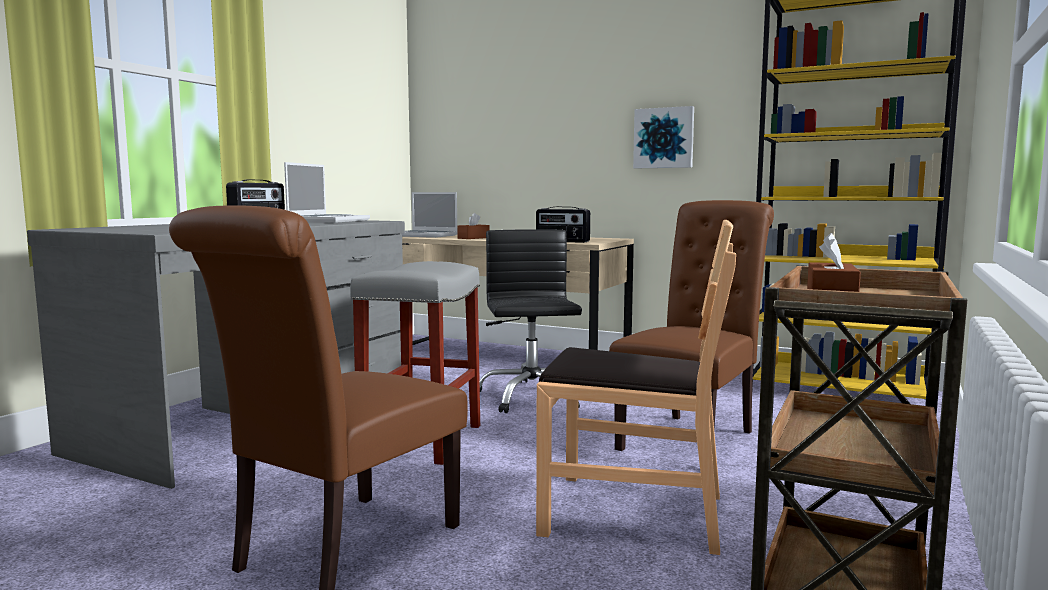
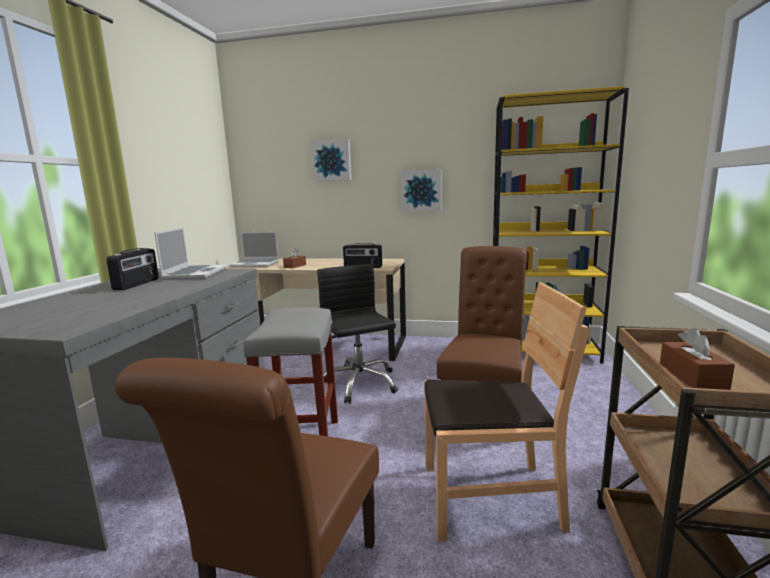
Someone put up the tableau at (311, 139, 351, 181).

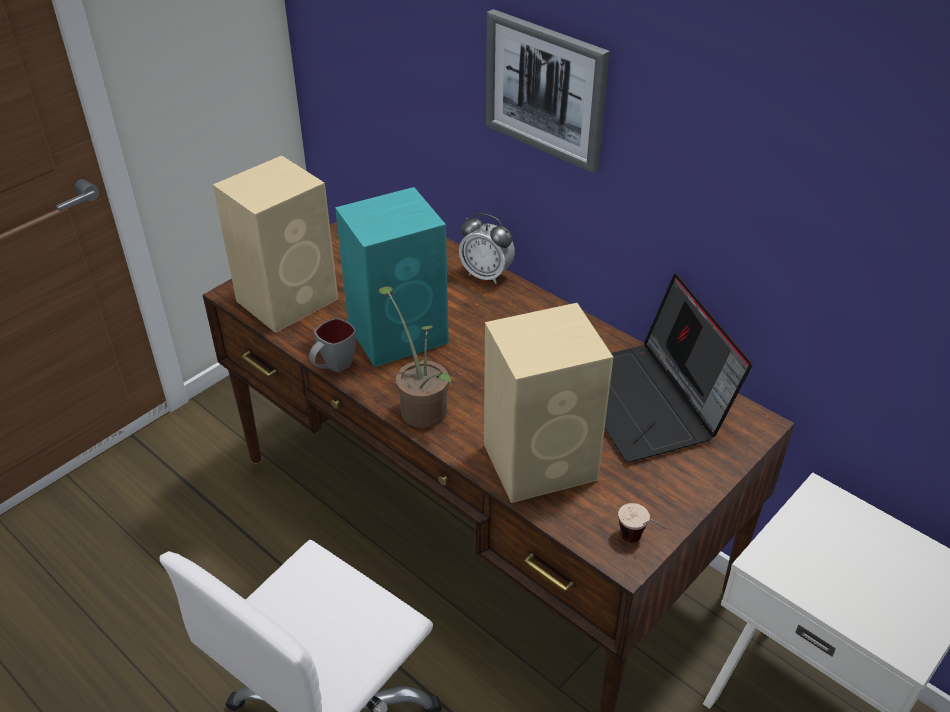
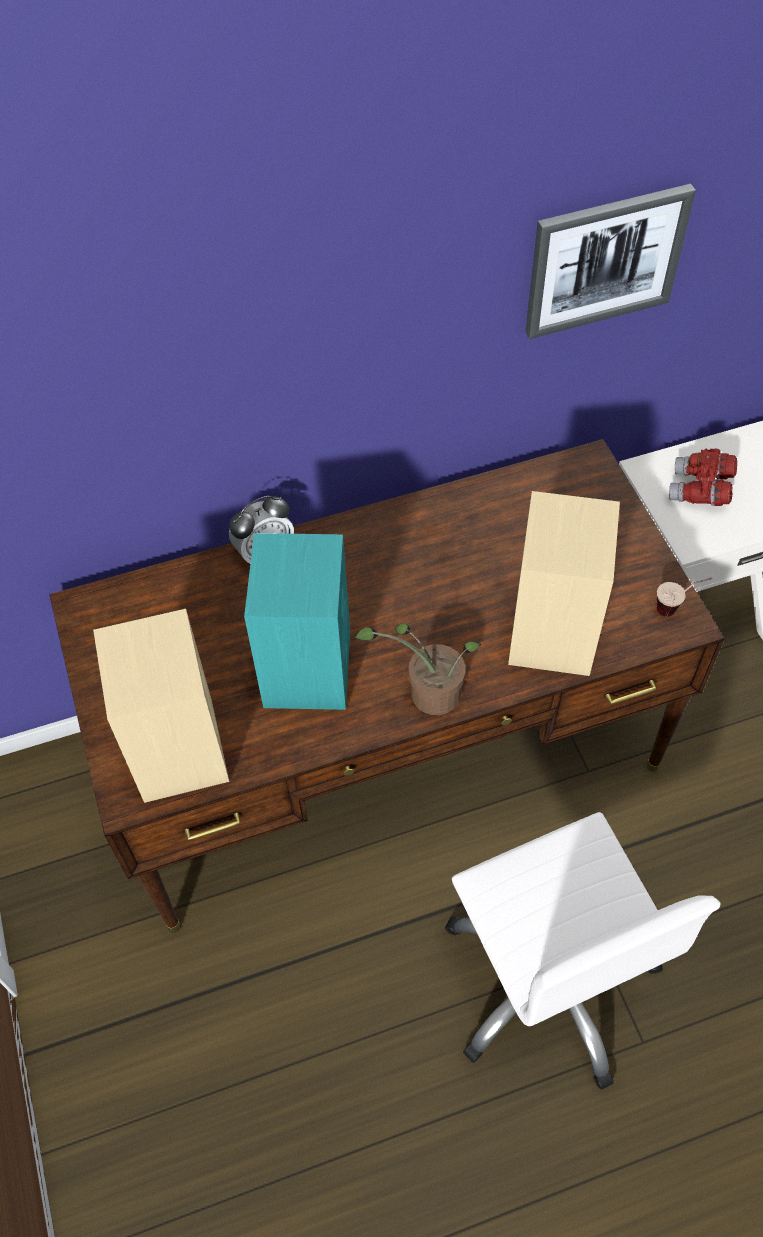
Someone took away the mug (gris) at (309, 318, 356, 372).
Someone carried the tableau from (486, 9, 610, 173) to (525, 184, 696, 339).
Someone took away the ordinateur portable at (605, 274, 752, 462).
Someone put down the jumelles (rouge) at (669, 448, 737, 506).

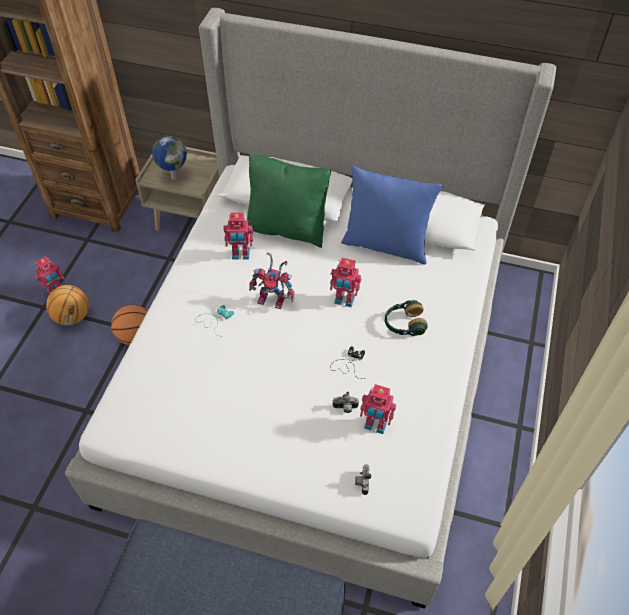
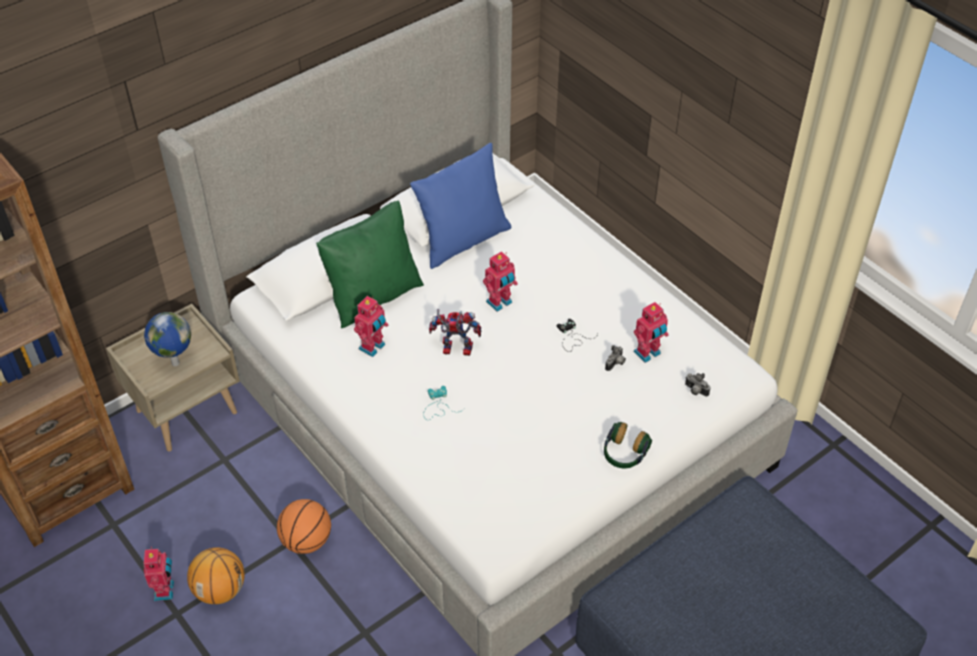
Someone rotated the robot jouet at (249, 252, 295, 309) by 135 degrees counterclockwise.
Someone carried the casque audio from (385, 300, 428, 336) to (604, 422, 652, 469).

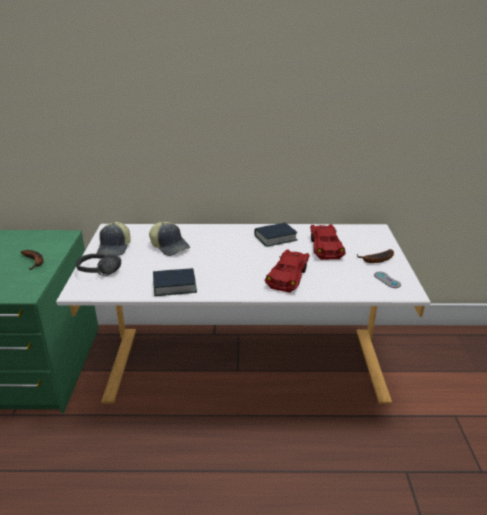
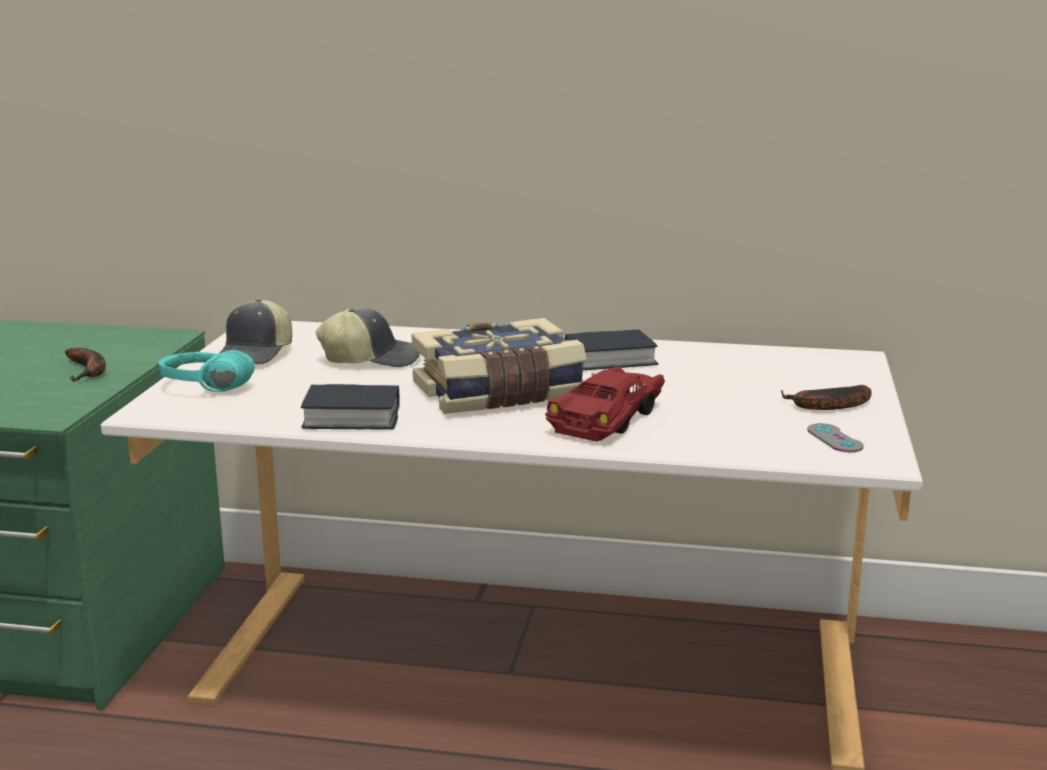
Someone repainted the casque audio (noir) at (76, 254, 121, 276), which became the casque audio (turquoise) at (159, 350, 255, 392).
Someone rotated the casquette at (149, 222, 190, 256) by 60 degrees counterclockwise.
Someone took away the petite voiture (rouge) at (310, 224, 346, 260).
Someone put down the livre at (412, 318, 586, 414).

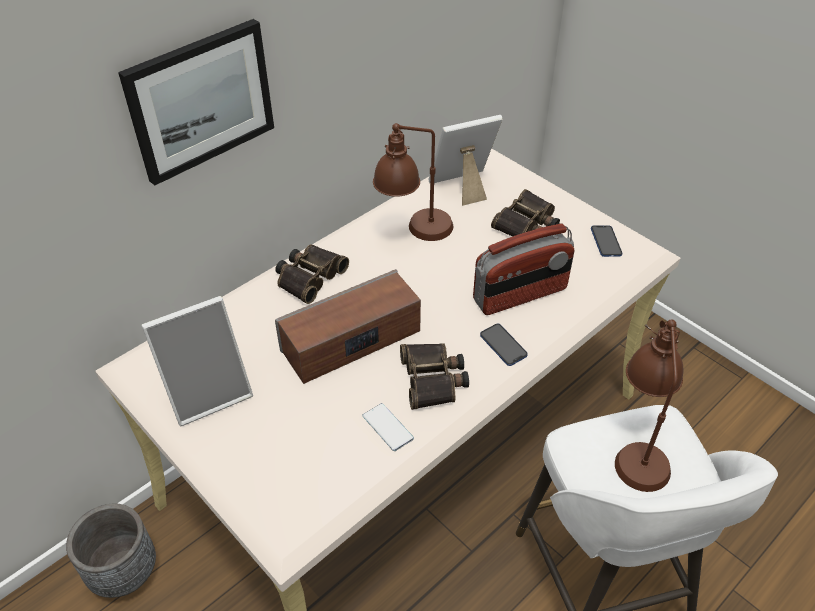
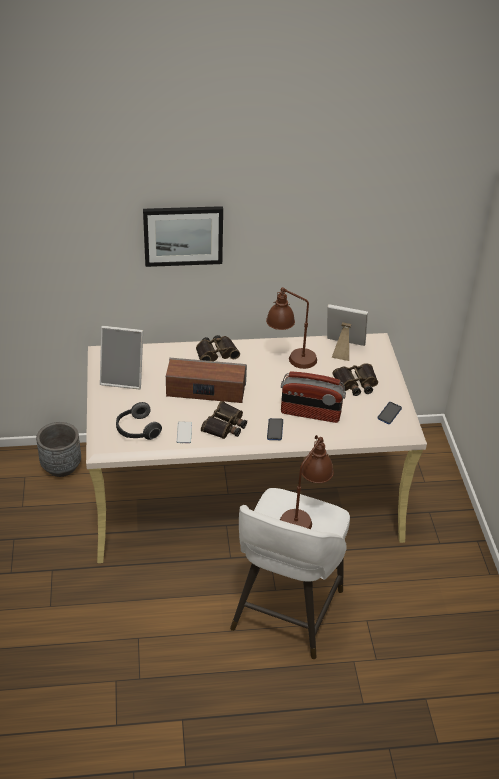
Someone put down the casque audio at (116, 402, 162, 440).

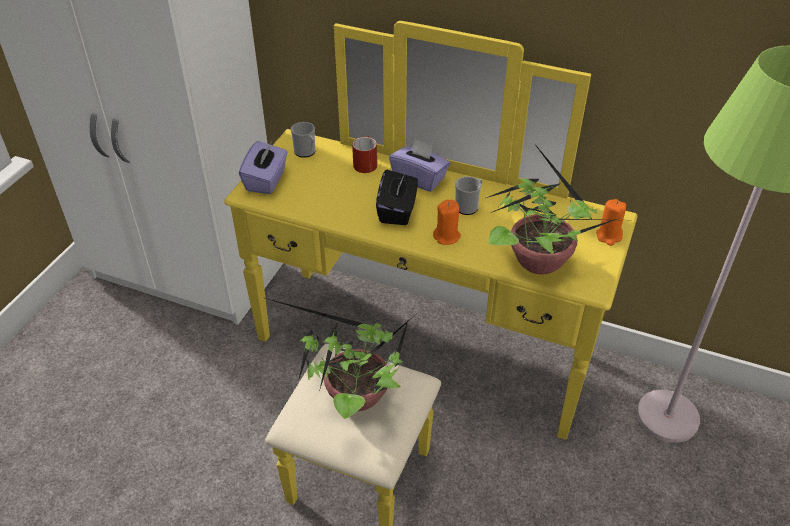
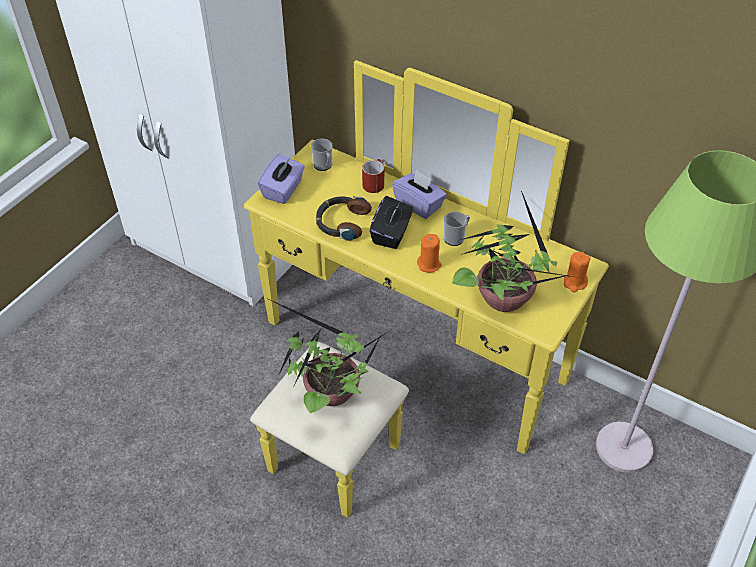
Someone put down the casque audio at (316, 196, 372, 241).

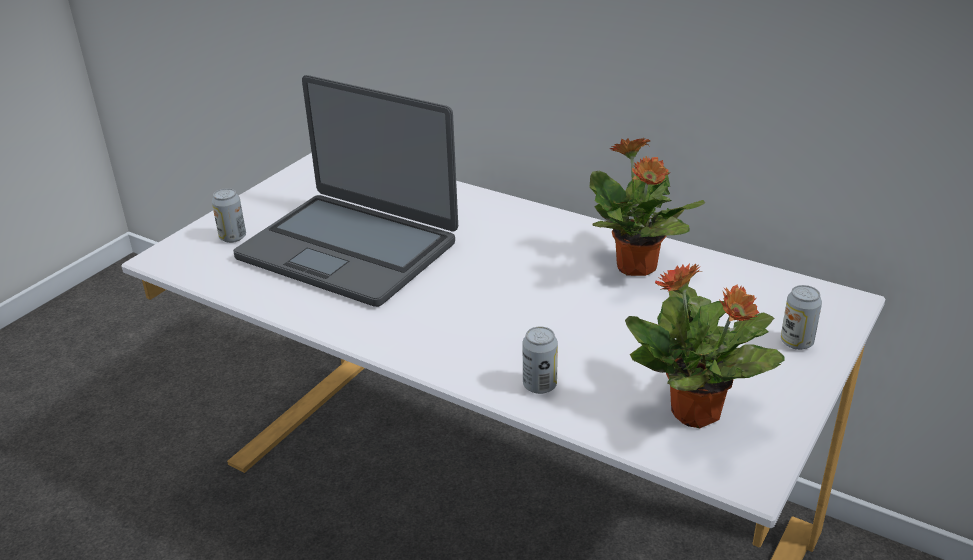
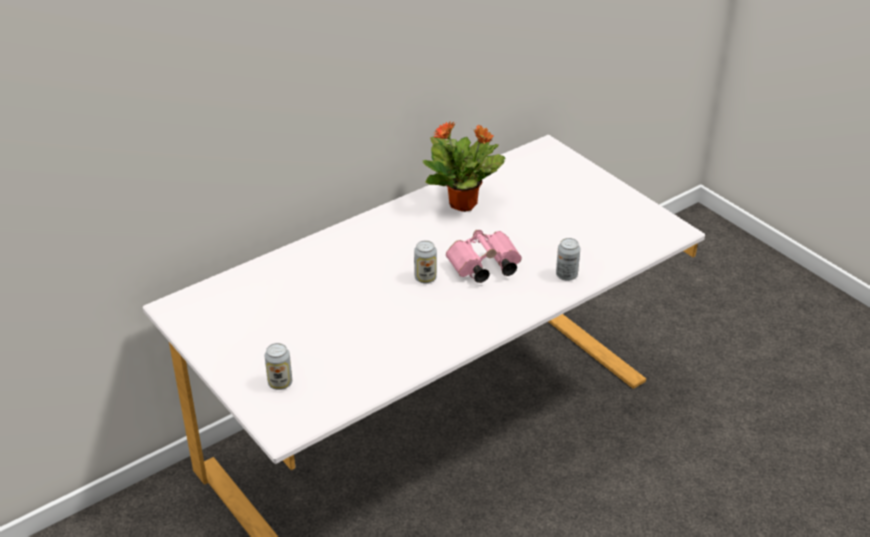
Someone took away the ordinateur portable at (233, 75, 458, 307).
Someone took away the plante en pot at (625, 264, 784, 428).
Someone carried the boîte métallique from (781, 285, 822, 350) to (414, 240, 437, 284).
Someone put down the jumelles (rose) at (446, 230, 522, 283).

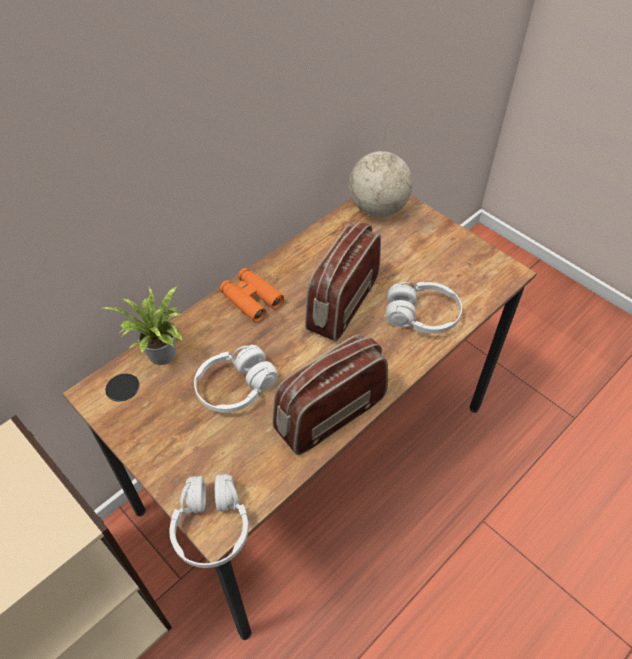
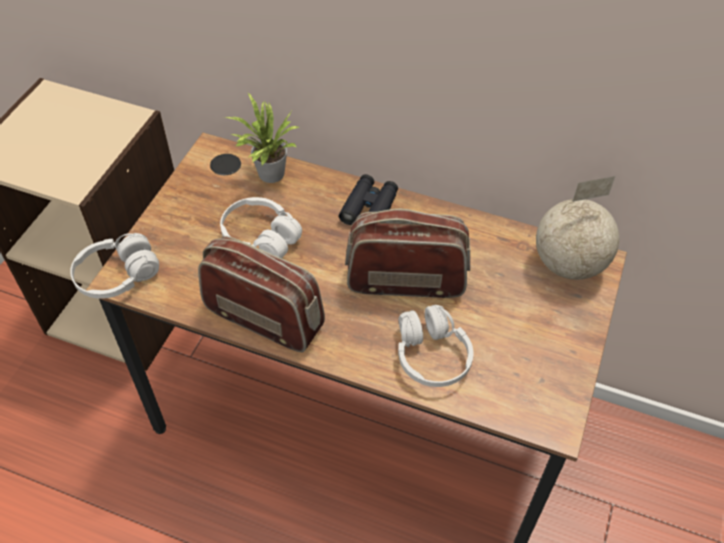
Someone repainted the jumelles (orange) at (219, 268, 284, 322), which became the jumelles (noir) at (339, 174, 398, 225).

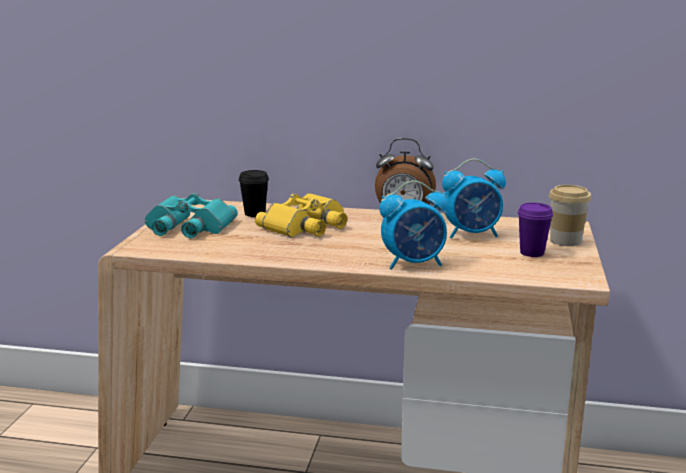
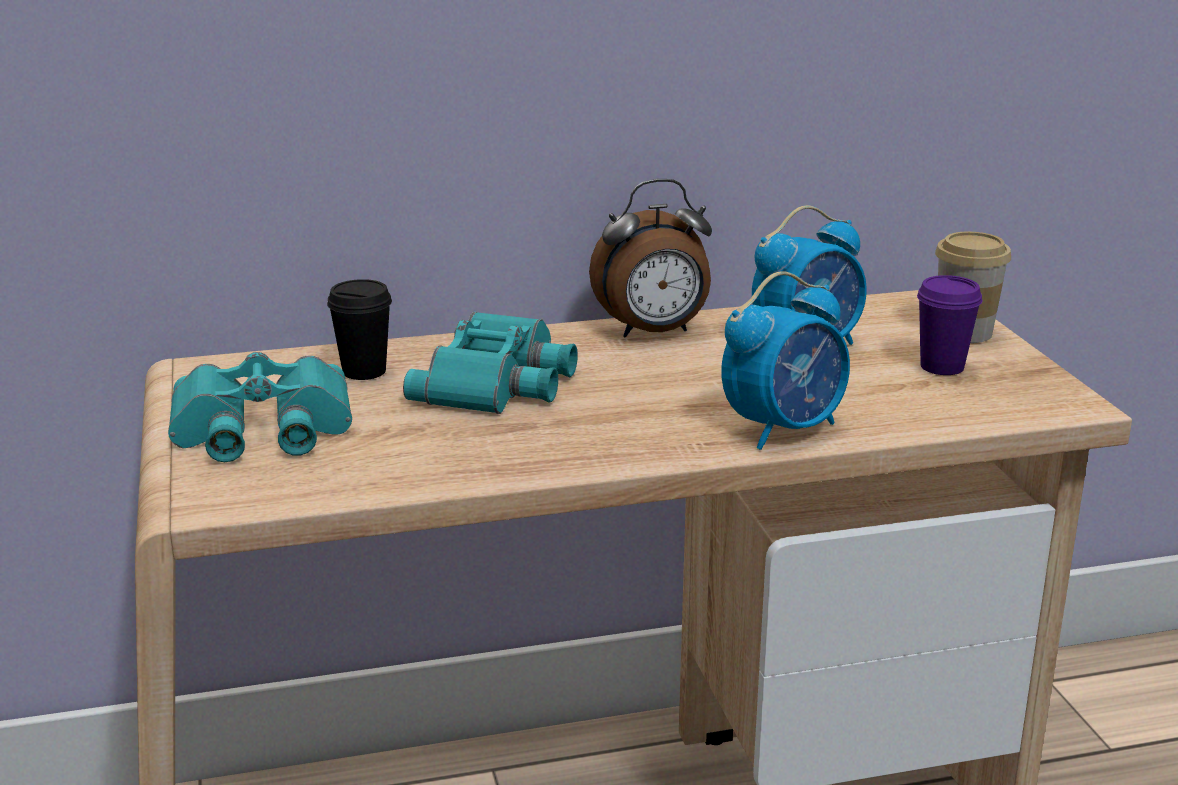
Someone repainted the jumelles (jaune) at (255, 193, 347, 237), which became the jumelles (turquoise) at (403, 312, 578, 414).

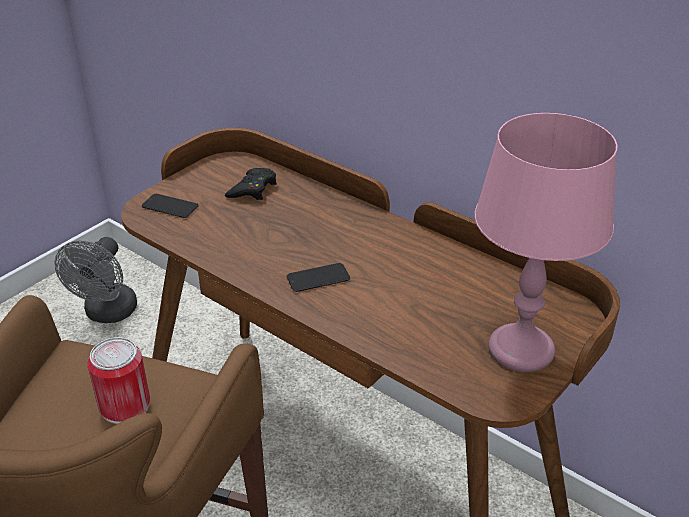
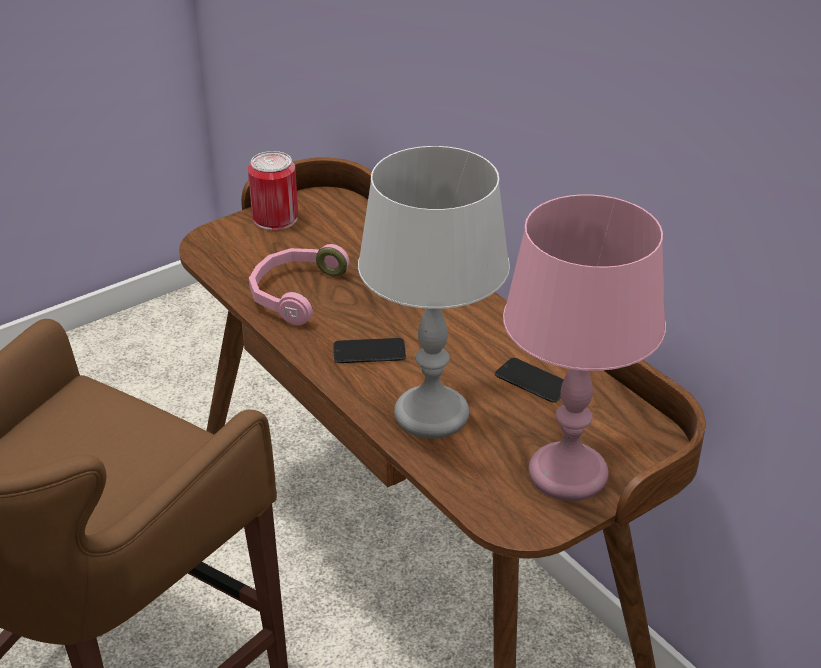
Someone took away the ventilateur (gris) at (54, 237, 137, 323).
Someone carried the boîte métallique from (87, 337, 150, 424) to (248, 151, 298, 231).
Someone carried the téléphone from (142, 194, 199, 218) to (495, 358, 564, 402).
Someone took away the manette (noir) at (225, 168, 277, 200).
Someone put down the casque audio (rose) at (249, 244, 349, 325).
Someone put down the lampe de table (gris) at (358, 146, 510, 439).

